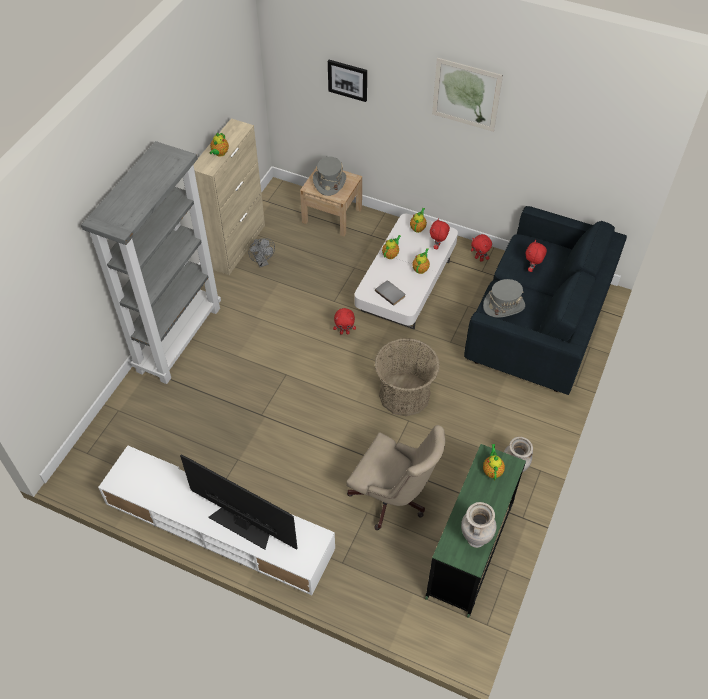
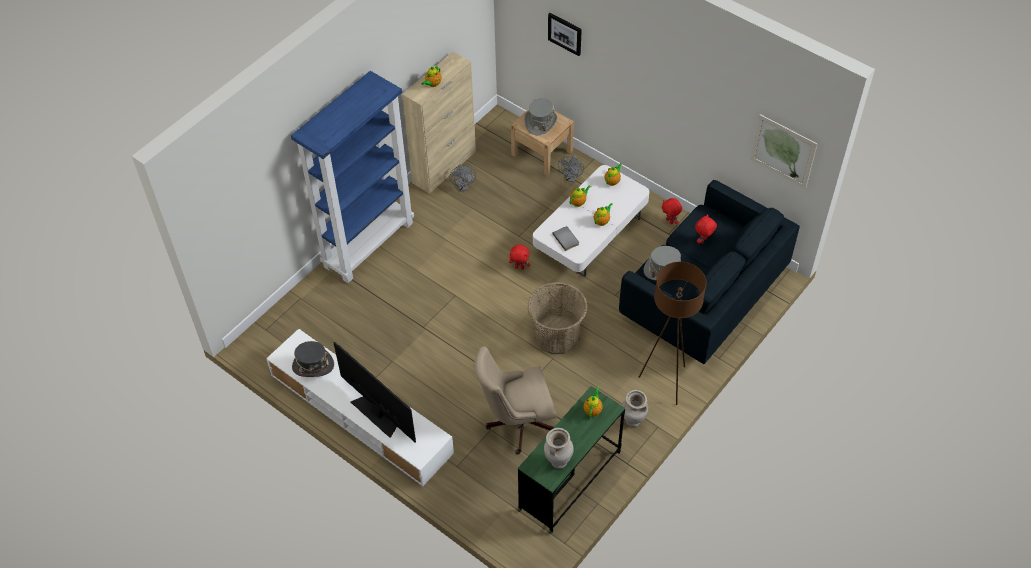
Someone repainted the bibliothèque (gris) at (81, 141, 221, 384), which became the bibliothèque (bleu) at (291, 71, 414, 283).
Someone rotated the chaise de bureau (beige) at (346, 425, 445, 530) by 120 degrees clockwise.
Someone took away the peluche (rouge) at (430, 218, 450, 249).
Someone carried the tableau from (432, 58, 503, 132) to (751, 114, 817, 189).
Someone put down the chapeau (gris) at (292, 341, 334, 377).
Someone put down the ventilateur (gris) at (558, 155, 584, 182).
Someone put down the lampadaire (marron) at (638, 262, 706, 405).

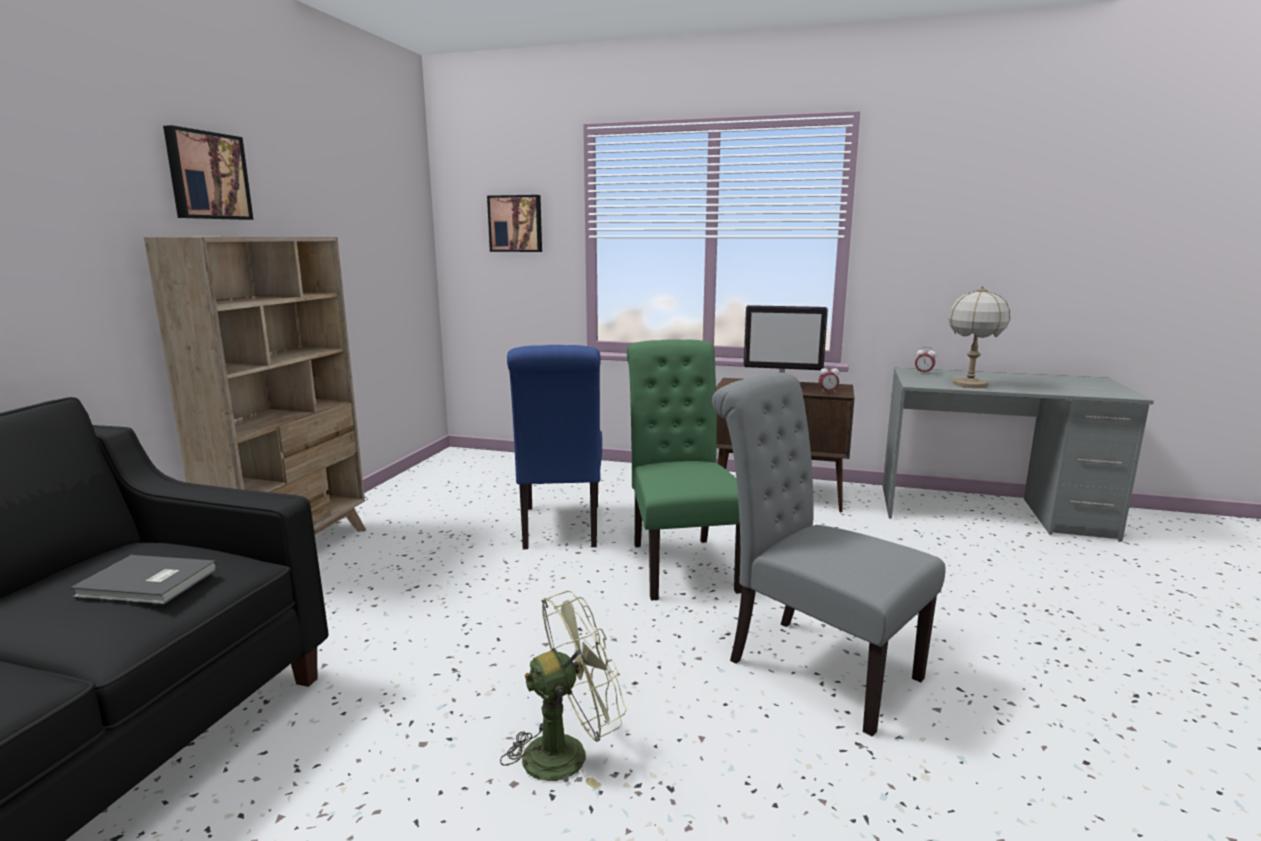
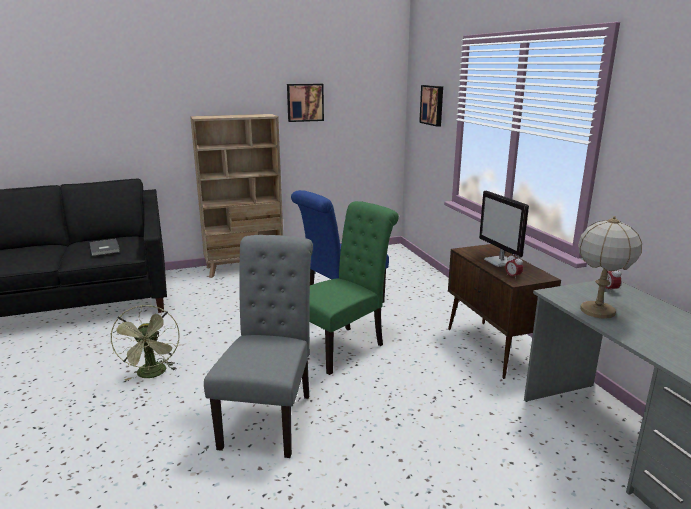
Someone carried the tableau from (163, 125, 253, 220) to (287, 84, 324, 122).
Someone rotated the ventilateur (vert) at (500, 591, 627, 789) by 45 degrees clockwise.

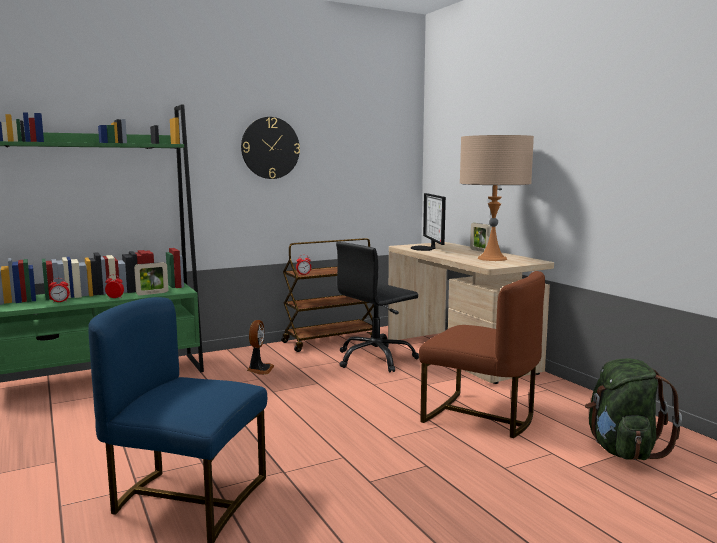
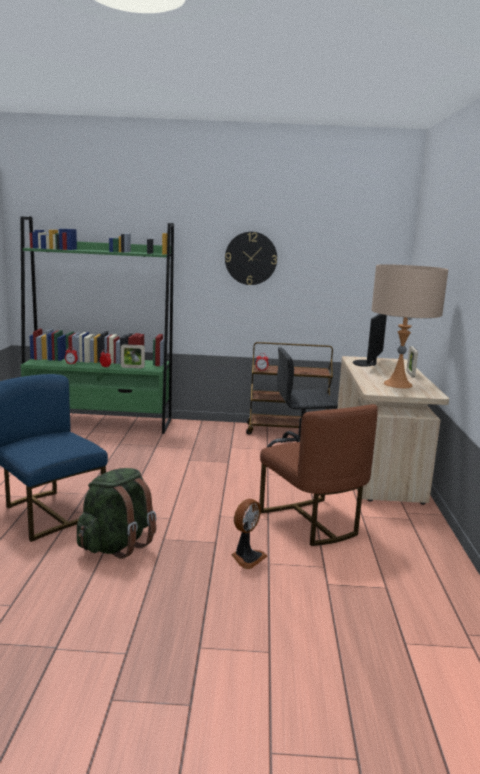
Someone carried the ventilateur from (247, 320, 274, 375) to (231, 499, 268, 569).
Someone carried the sac à dos (vert) from (585, 358, 682, 460) to (77, 468, 156, 559).

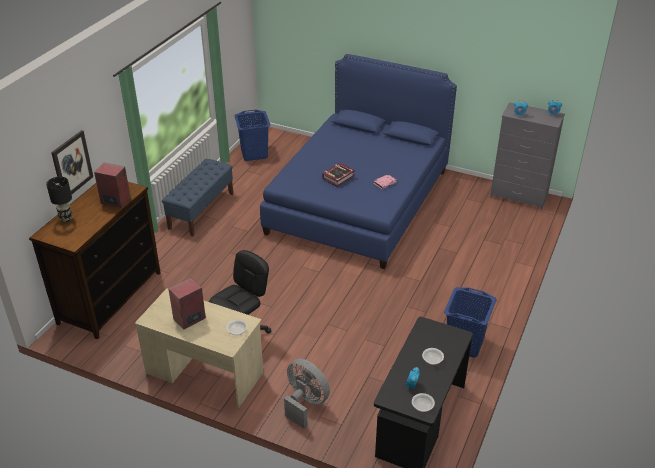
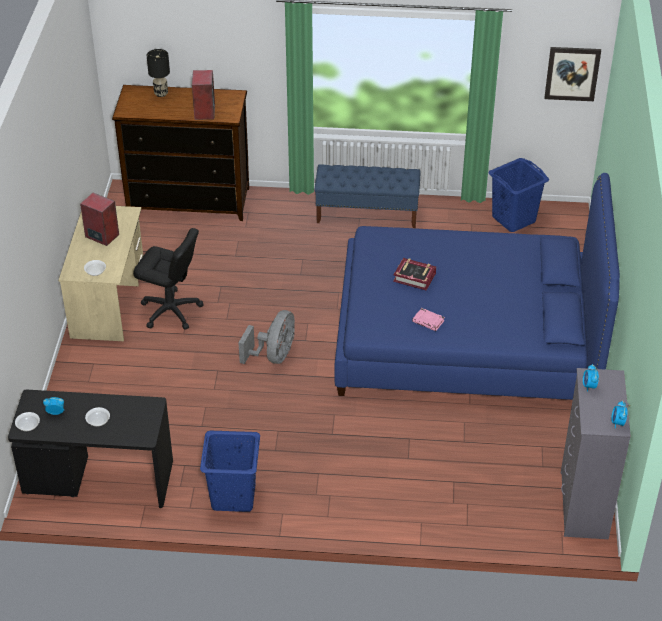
Someone carried the tableau from (51, 130, 93, 194) to (544, 47, 601, 101).
Someone carried the ventilateur (gris) from (284, 359, 330, 429) to (239, 310, 295, 364).

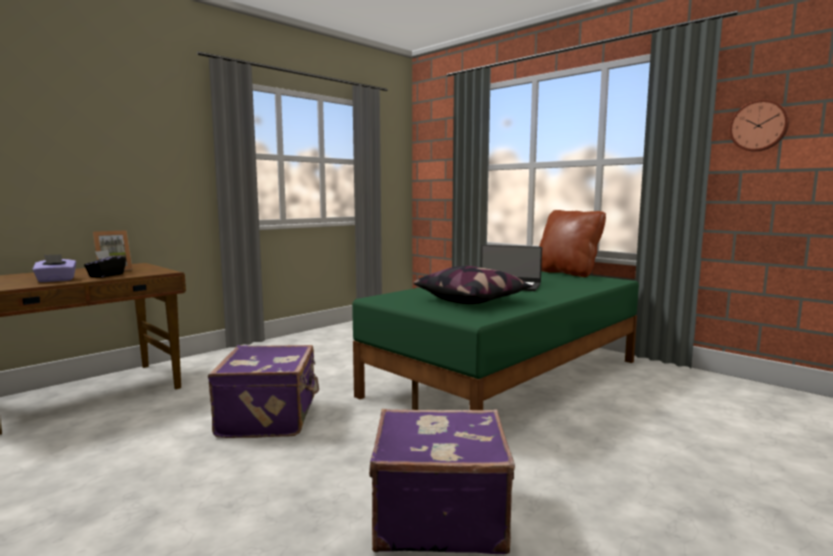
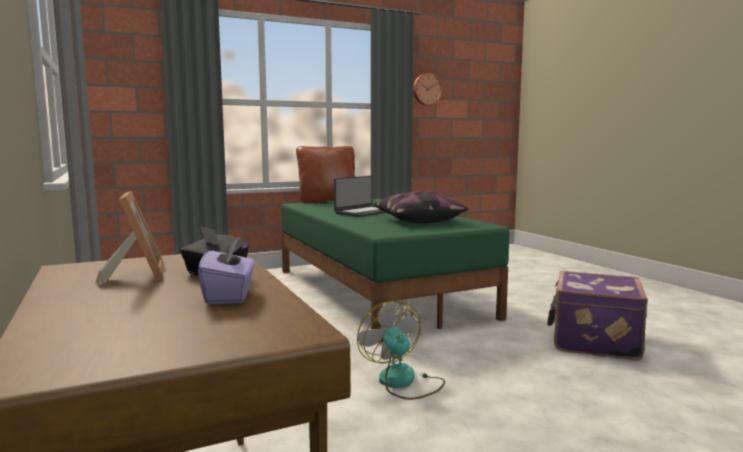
Someone swapped the valise (violet) at (208, 345, 319, 438) for the ventilateur at (357, 301, 445, 400).

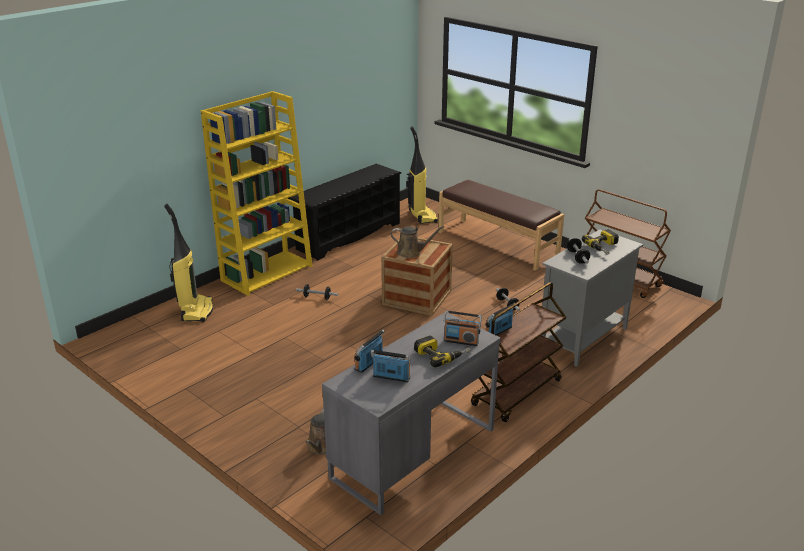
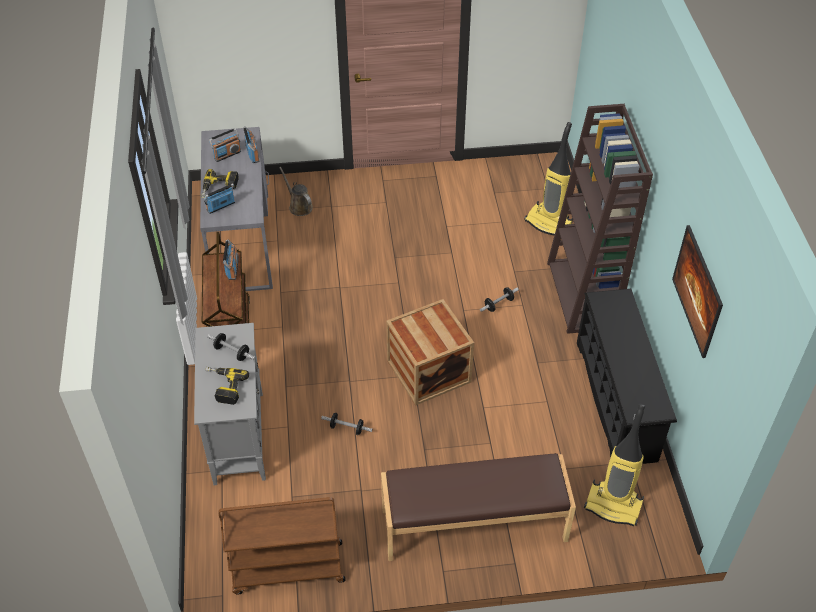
Someone repainted the bibliothèque (jaune) at (201, 91, 312, 296), which became the bibliothèque (marron) at (547, 104, 653, 334).
Someone took away the arrosoir (marron) at (391, 226, 444, 258).
Someone put up the tableau at (672, 225, 723, 358).

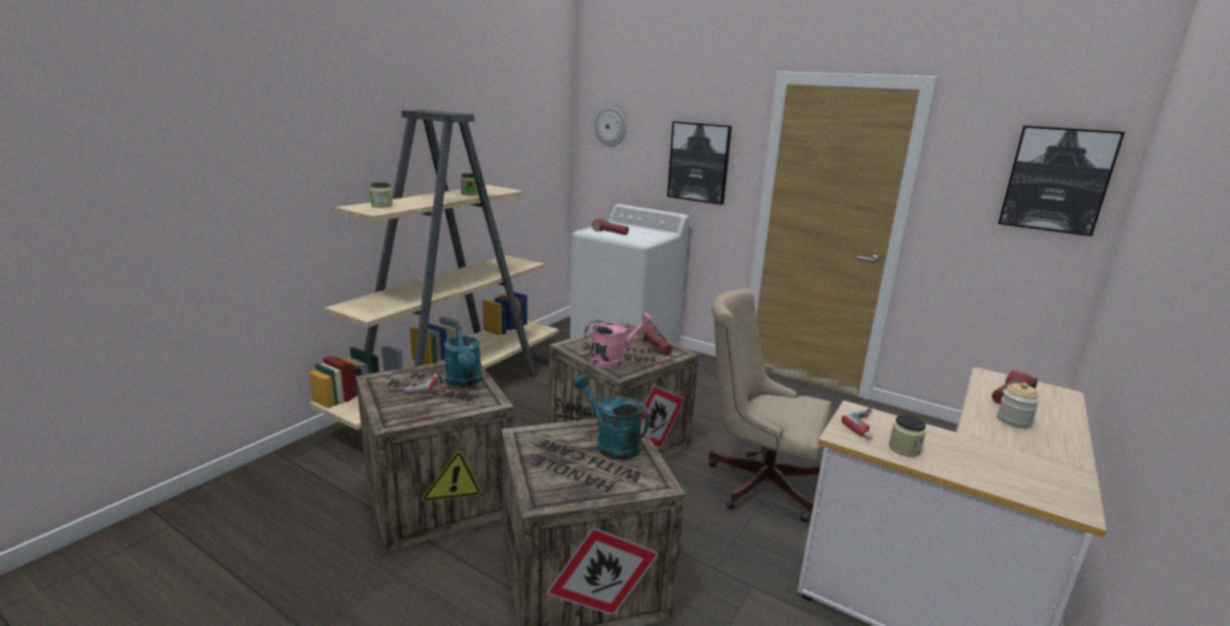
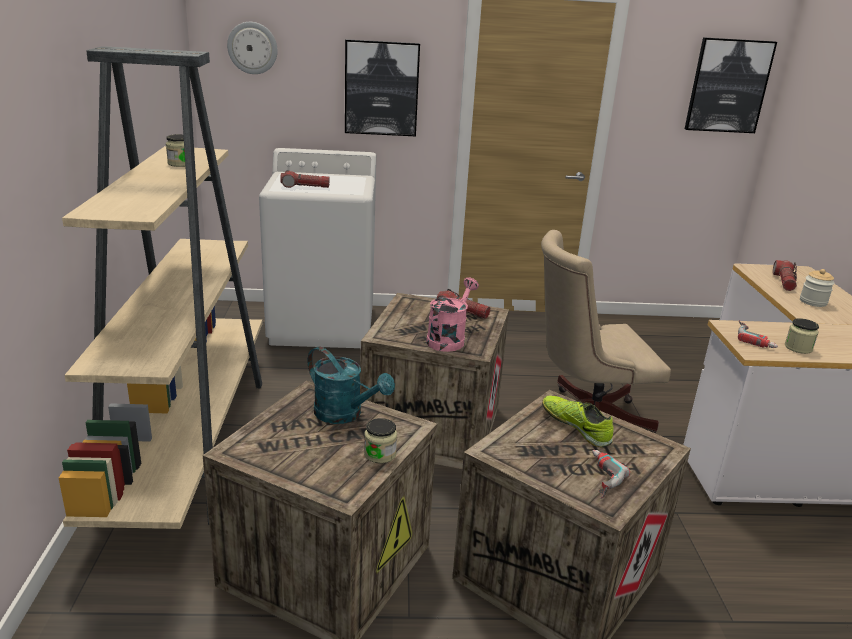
Someone carried the bocal from (370, 182, 393, 208) to (364, 418, 397, 463).
Someone carried the perceuse from (387, 374, 438, 393) to (592, 450, 630, 499).
Someone swapped the arrosoir (turquoise) at (574, 374, 649, 460) for the chaussure at (542, 396, 614, 447).

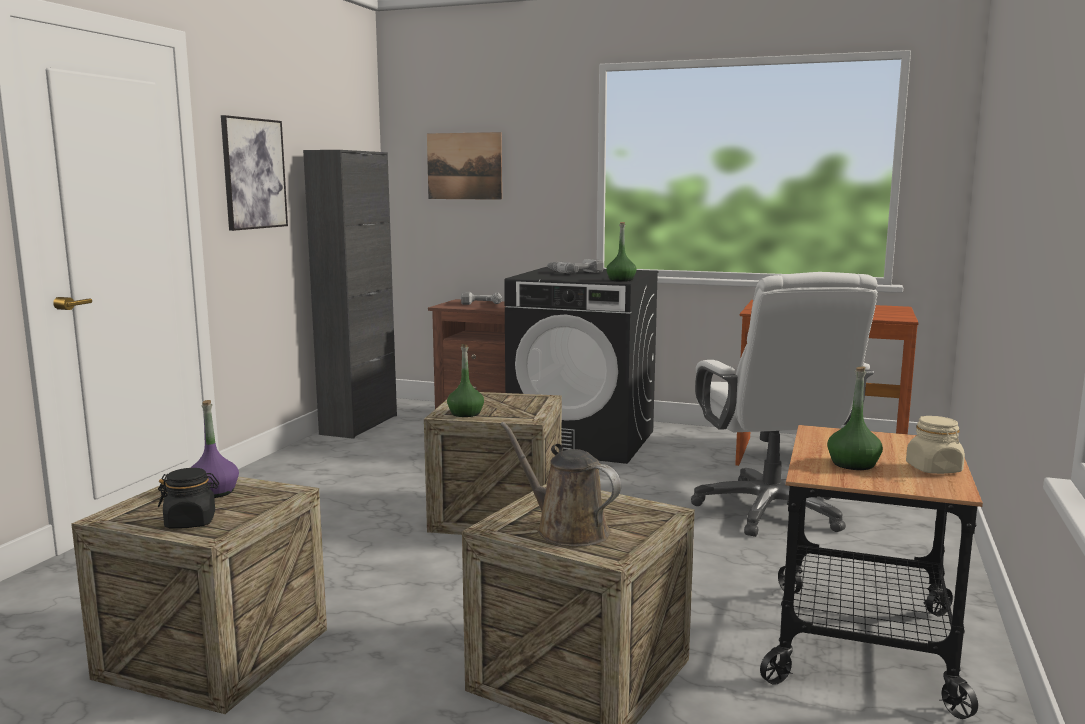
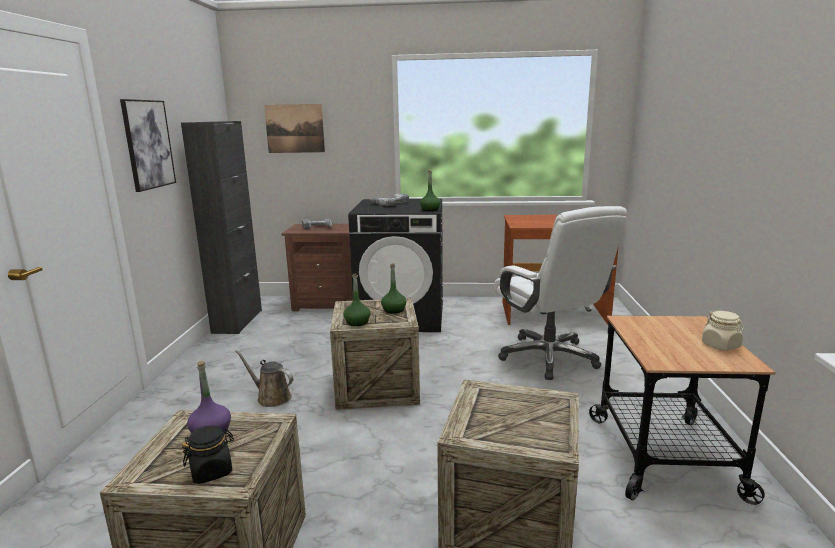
Someone carried the arrosoir (marron) from (500, 422, 621, 547) to (235, 350, 294, 407).
Someone carried the bouteille (vert) from (827, 366, 883, 470) to (381, 263, 407, 314).

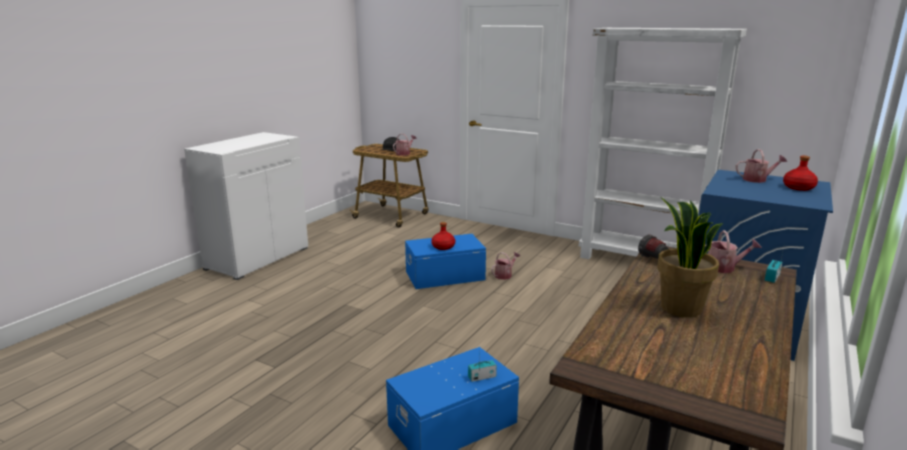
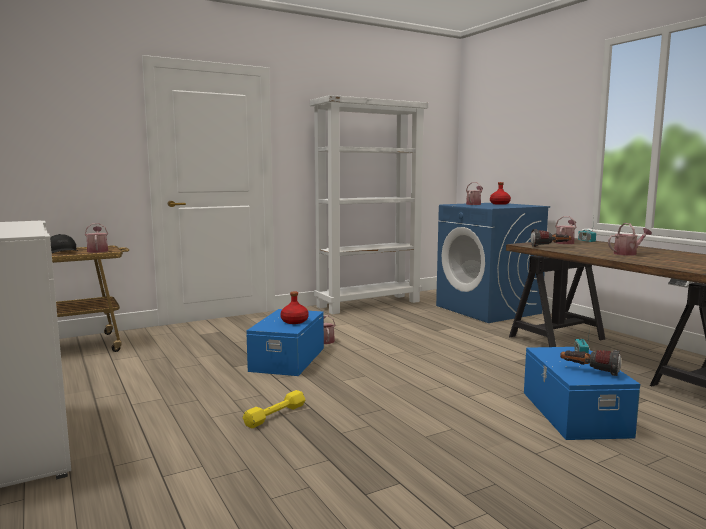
Someone swapped the plante en pot at (657, 197, 723, 317) for the arrosoir at (608, 223, 652, 256).
Someone put down the haltère (jaune) at (243, 390, 305, 428).
Someone put down the lampe de poche at (560, 350, 622, 376).

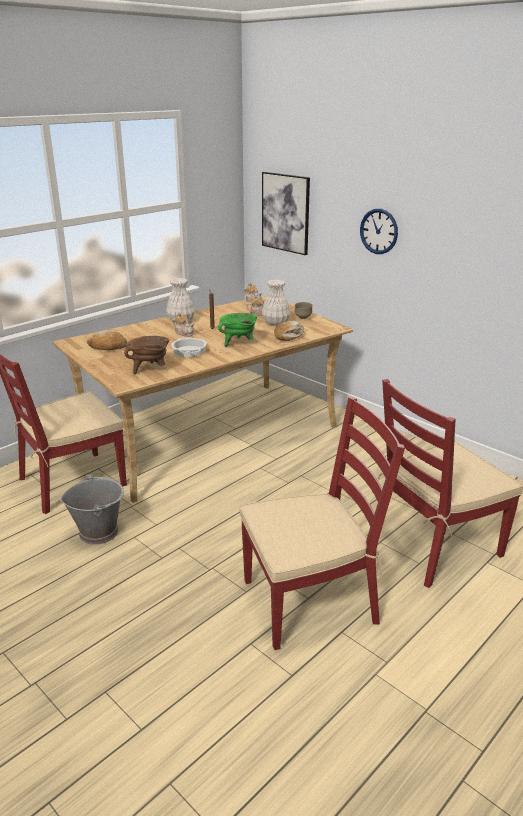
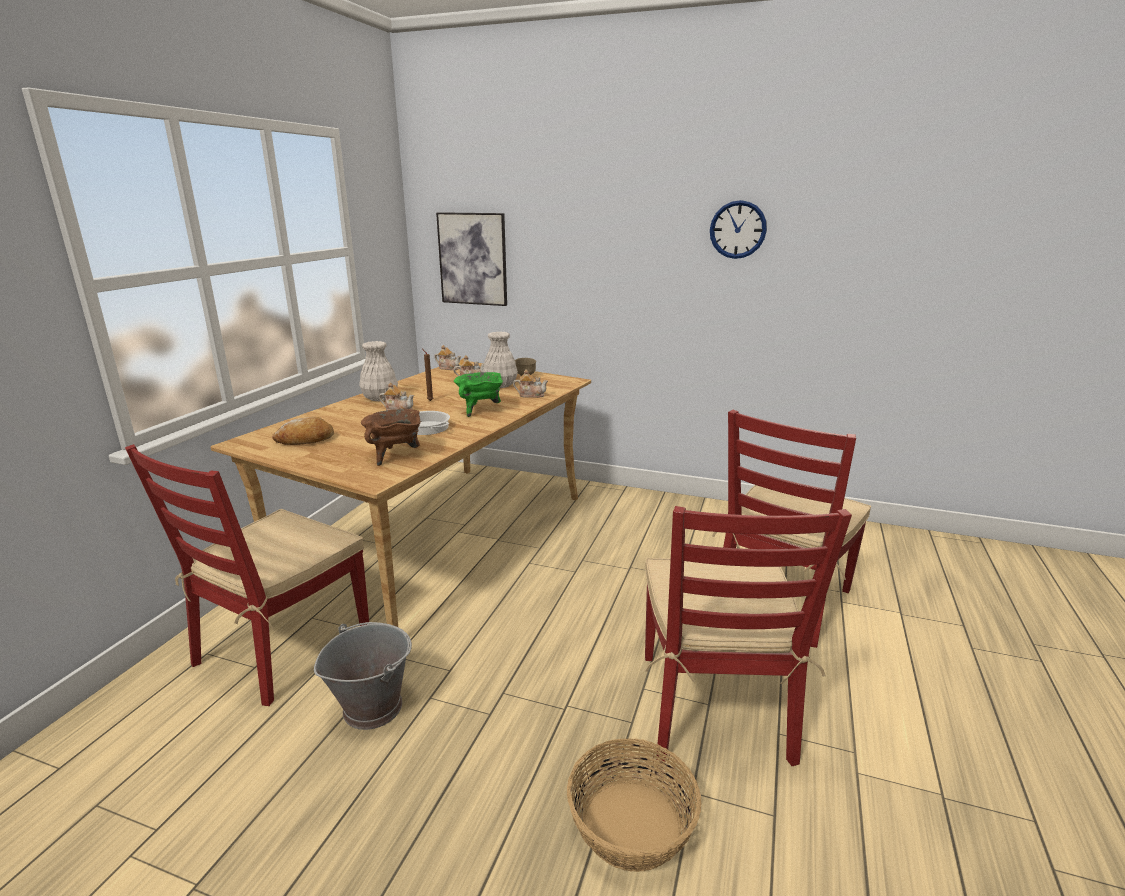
Someone rotated the chaise (rouge) at (239, 397, 405, 650) by 135 degrees clockwise.
Someone swapped the pain at (274, 321, 304, 341) for the théière at (513, 369, 548, 398).
Someone carried the horloge murale from (360, 209, 398, 254) to (710, 200, 767, 259).
Someone put down the panier at (567, 738, 702, 872).

